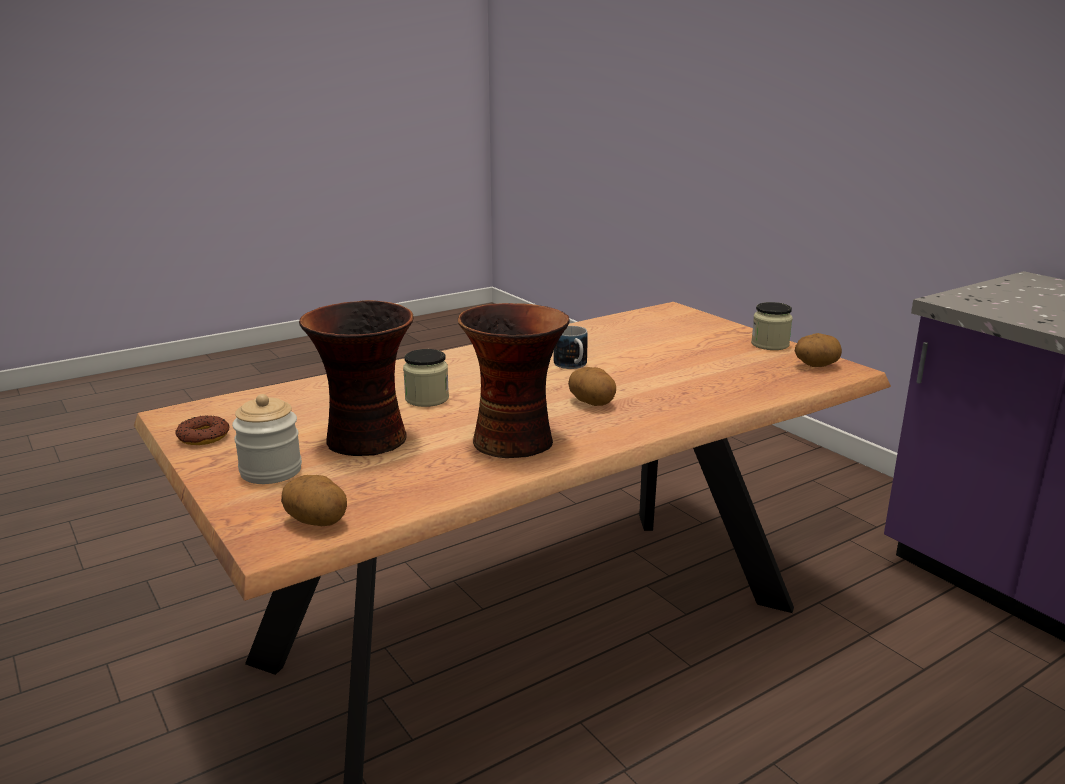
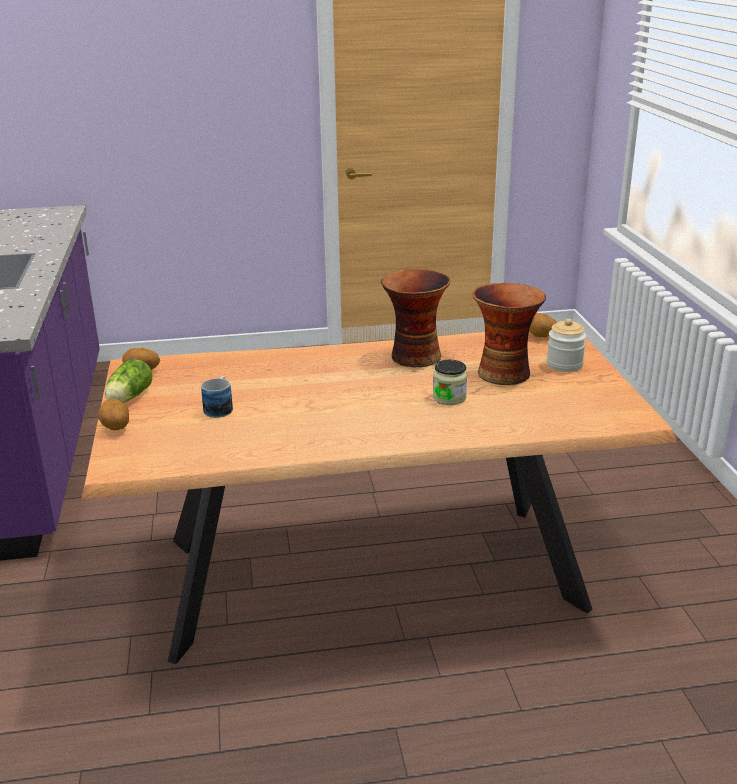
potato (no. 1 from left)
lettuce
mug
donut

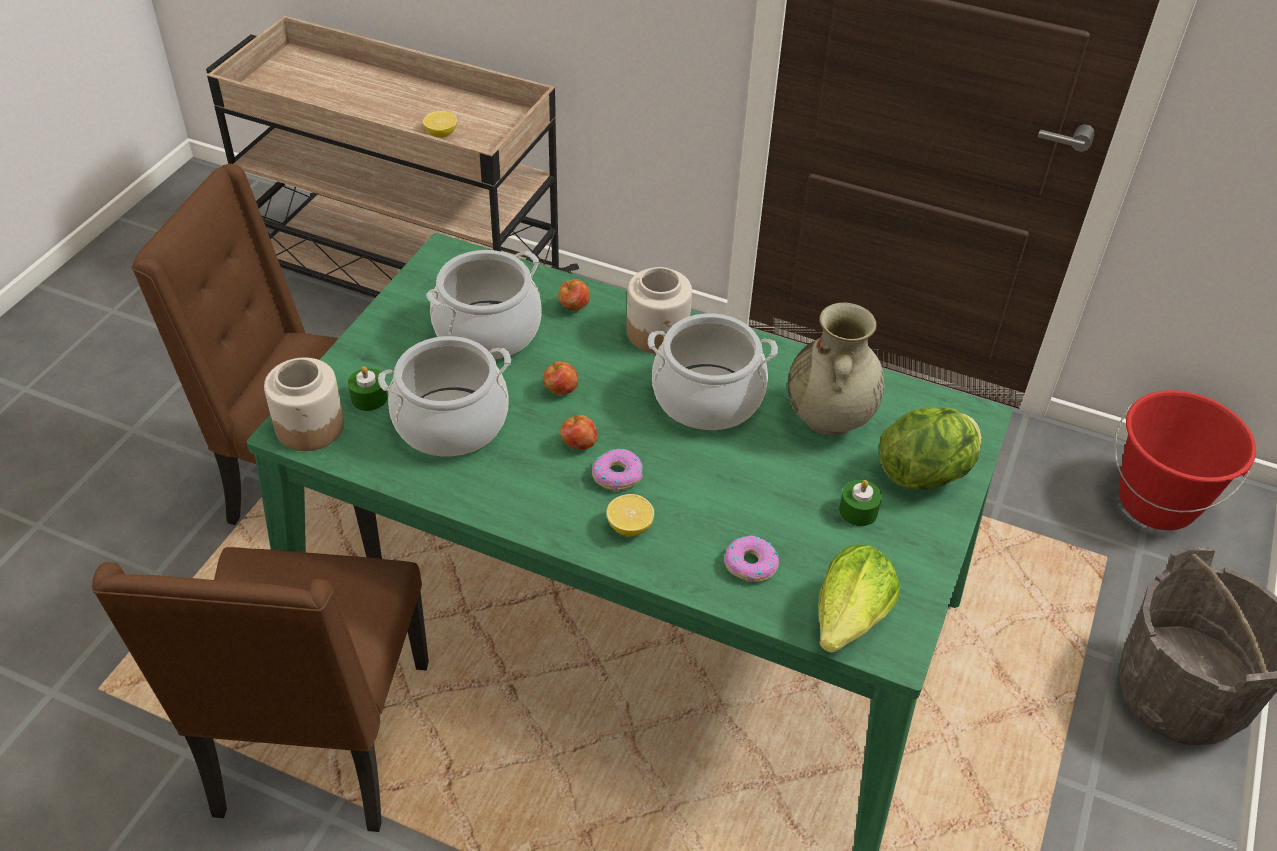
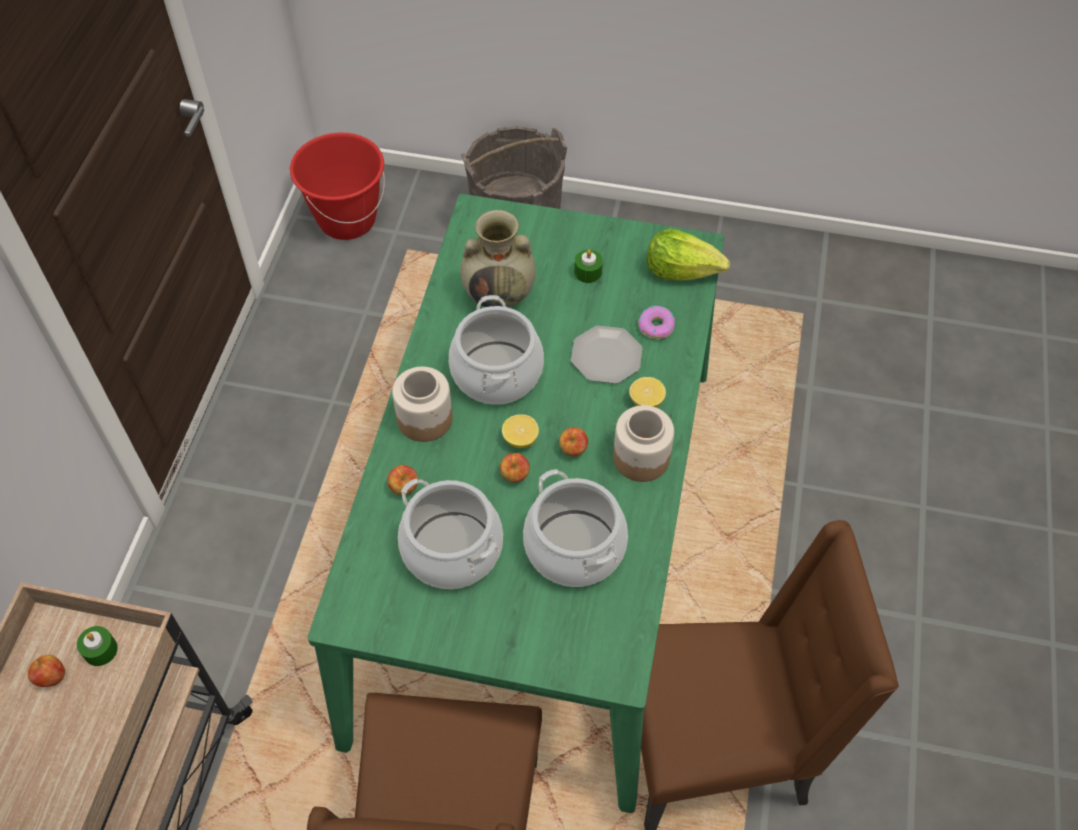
apple (no. 1 from left)
candle (green) (no. 1 from left)
lemon (no. 1 from left)
plate
jar (no. 2 from left)
donut (no. 1 from left in the first image)
lettuce (no. 2 from left in the first image)

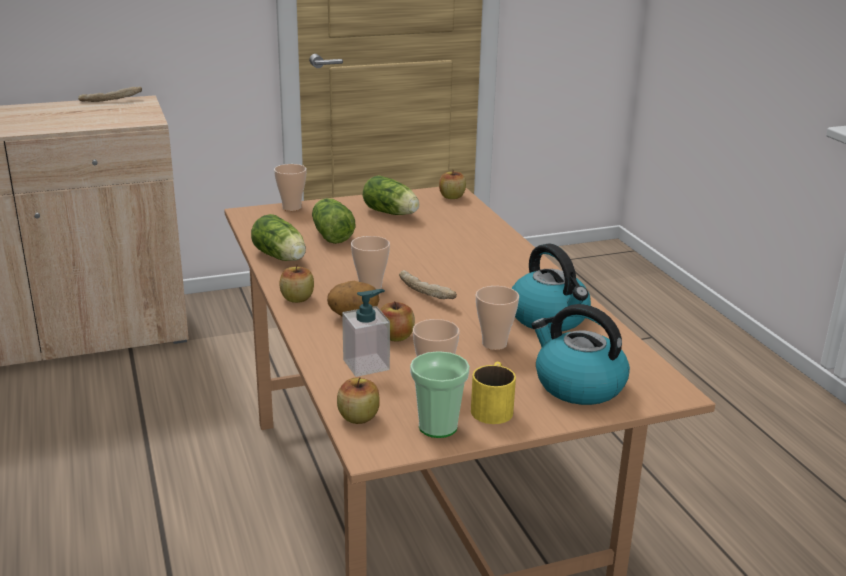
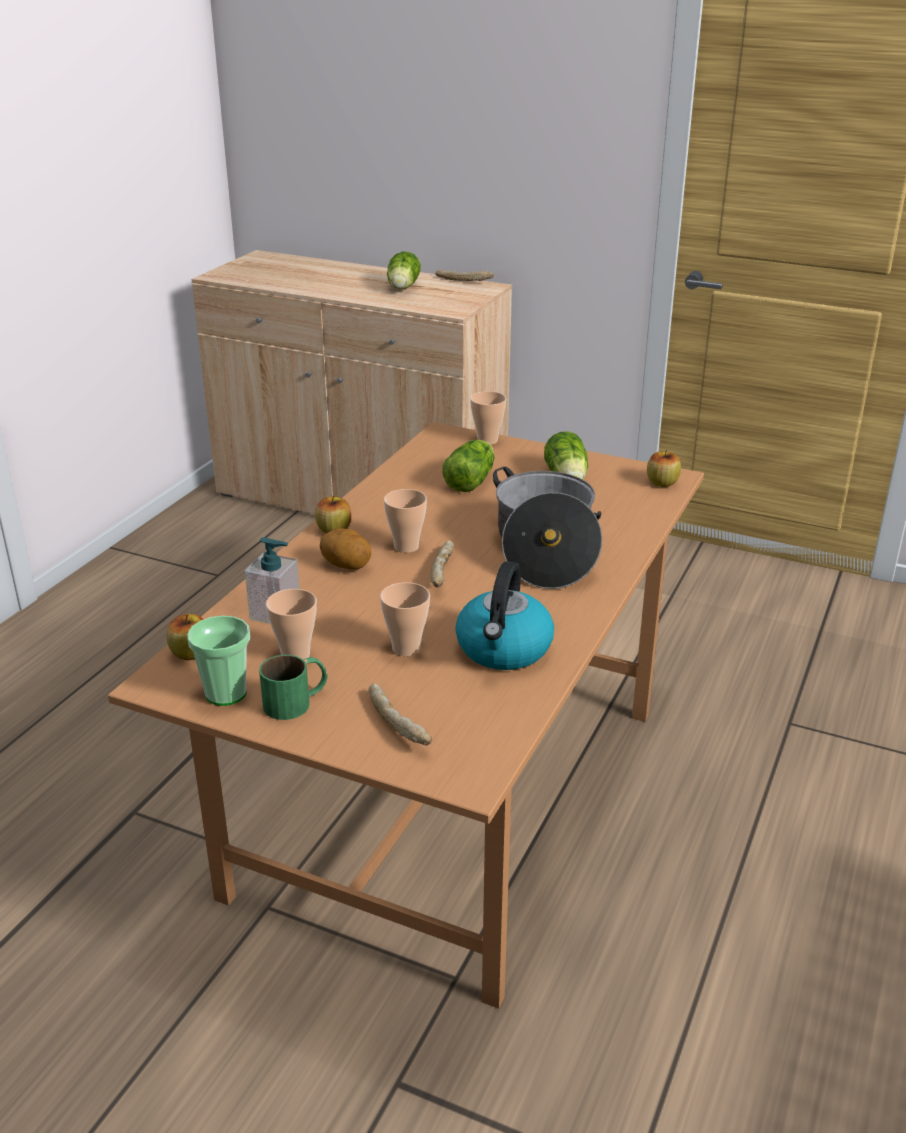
mug (green)
bread (no. 1 from left)
lettuce (no. 1 from left)
cooking pot
apple (no. 3 from left in the first image)

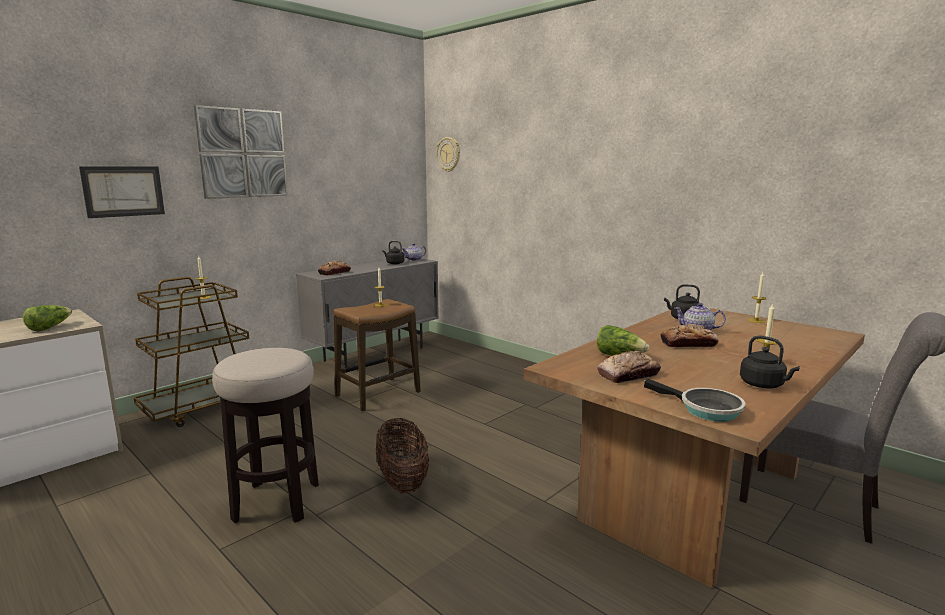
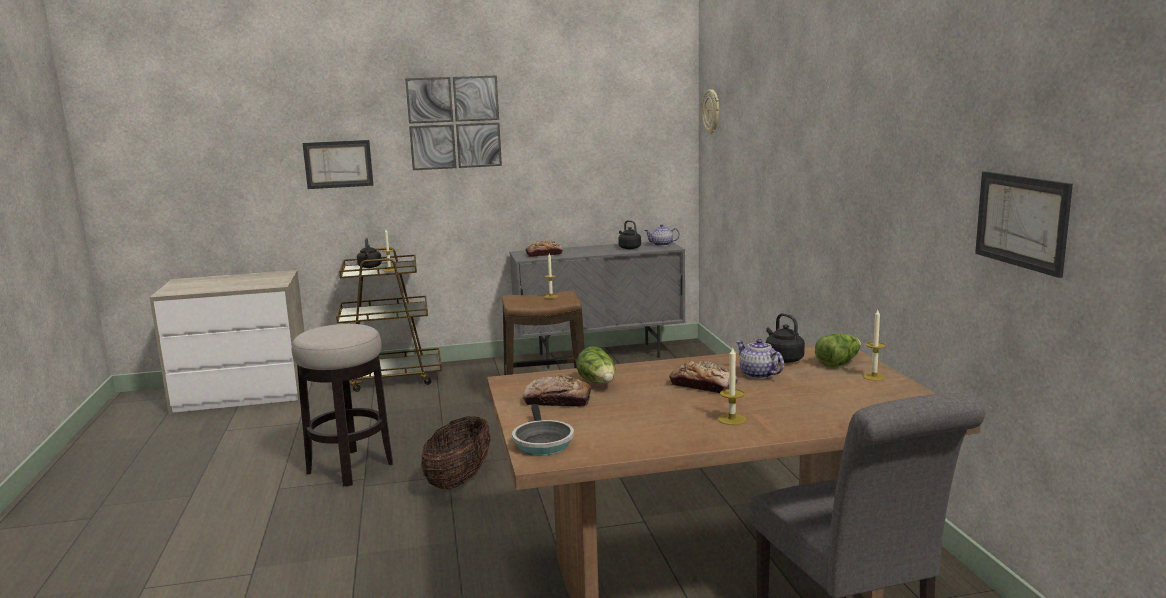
kettle (black) (no. 1 from left)
lettuce (no. 2 from left)
picture (no. 3 from left)

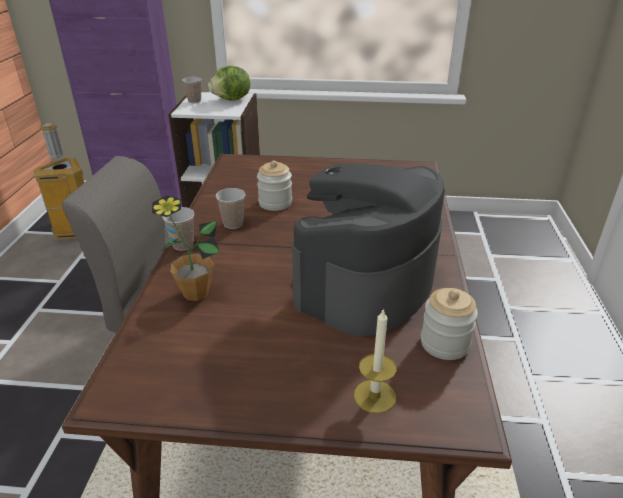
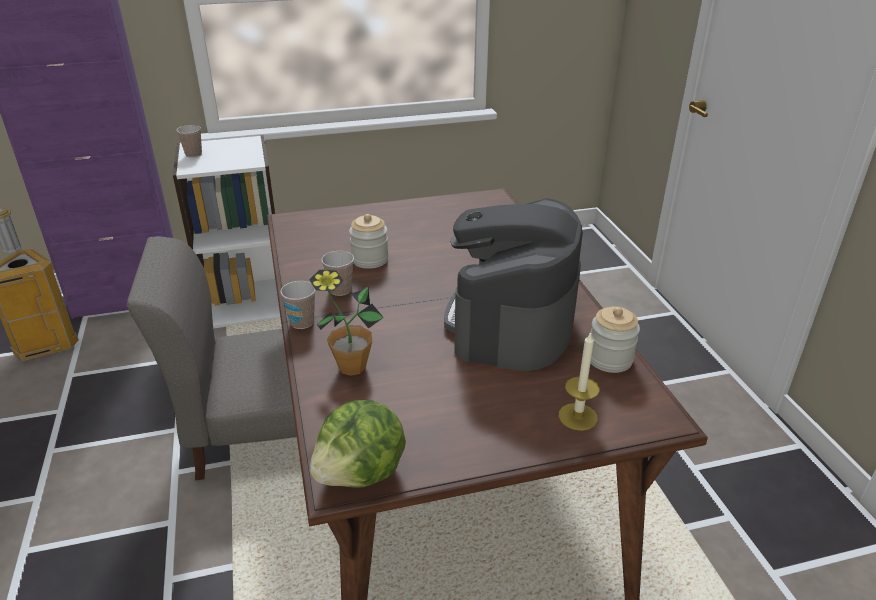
lettuce

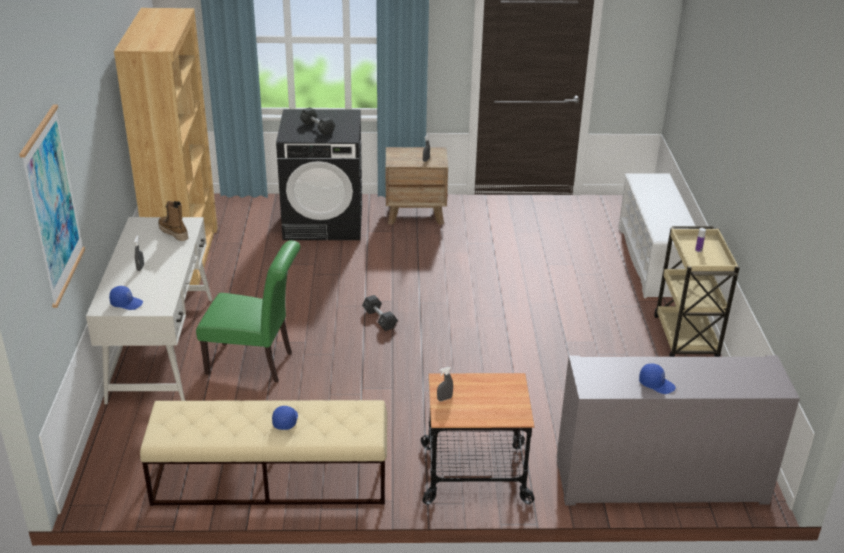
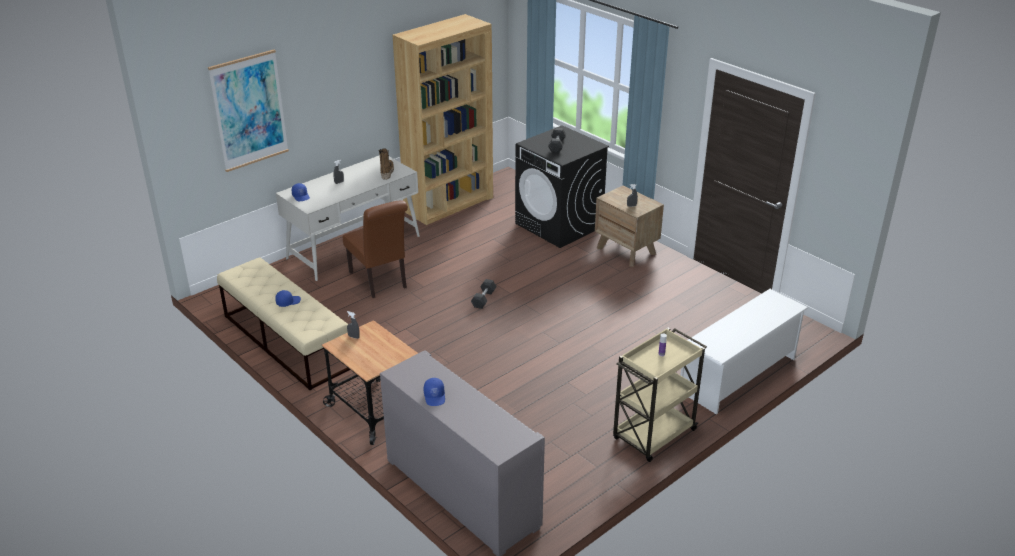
chair (brown)

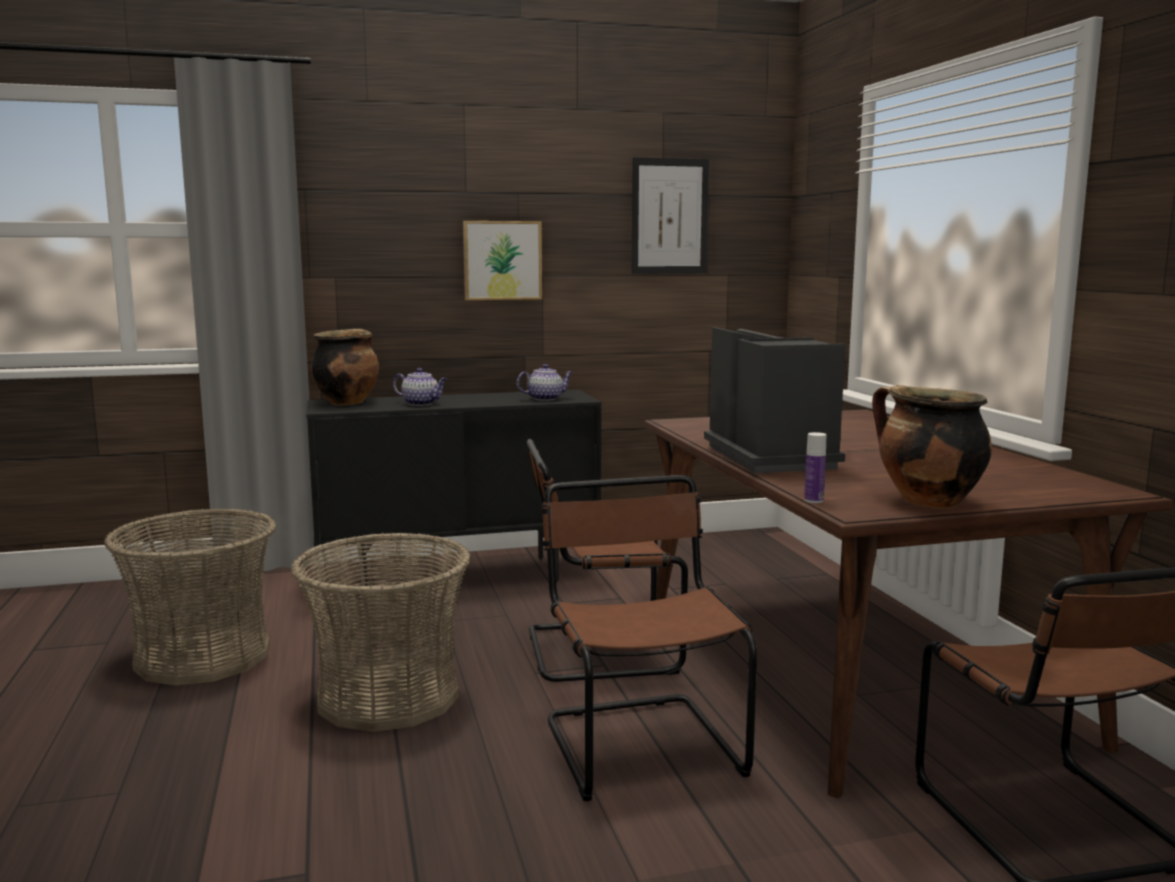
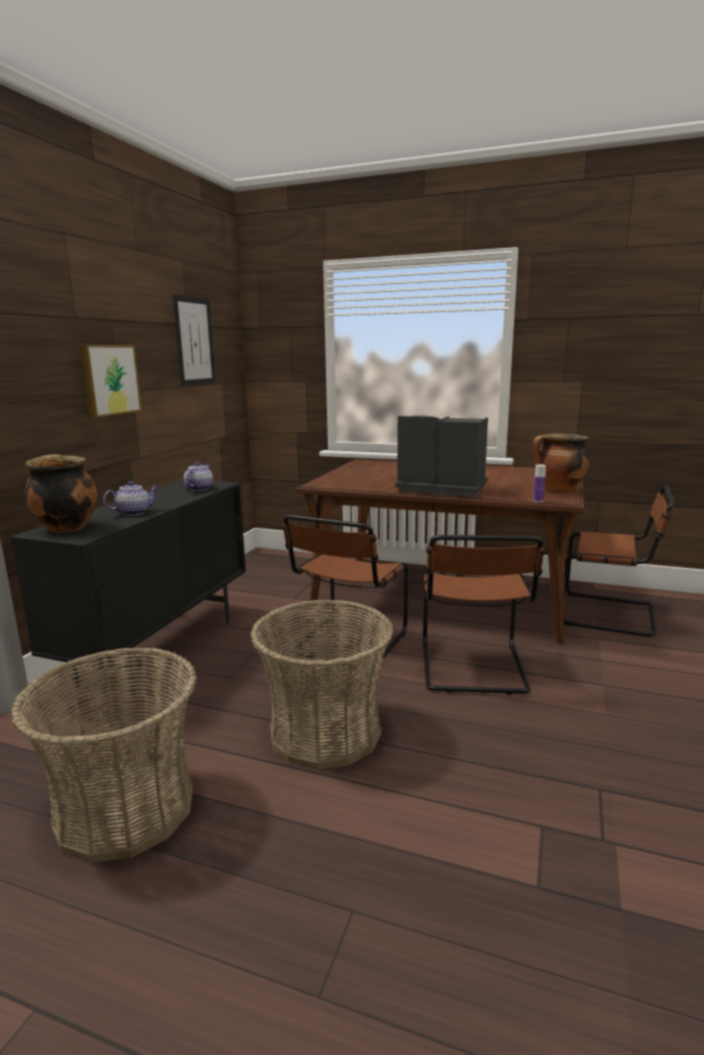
chair (brown) (no. 2 from left)

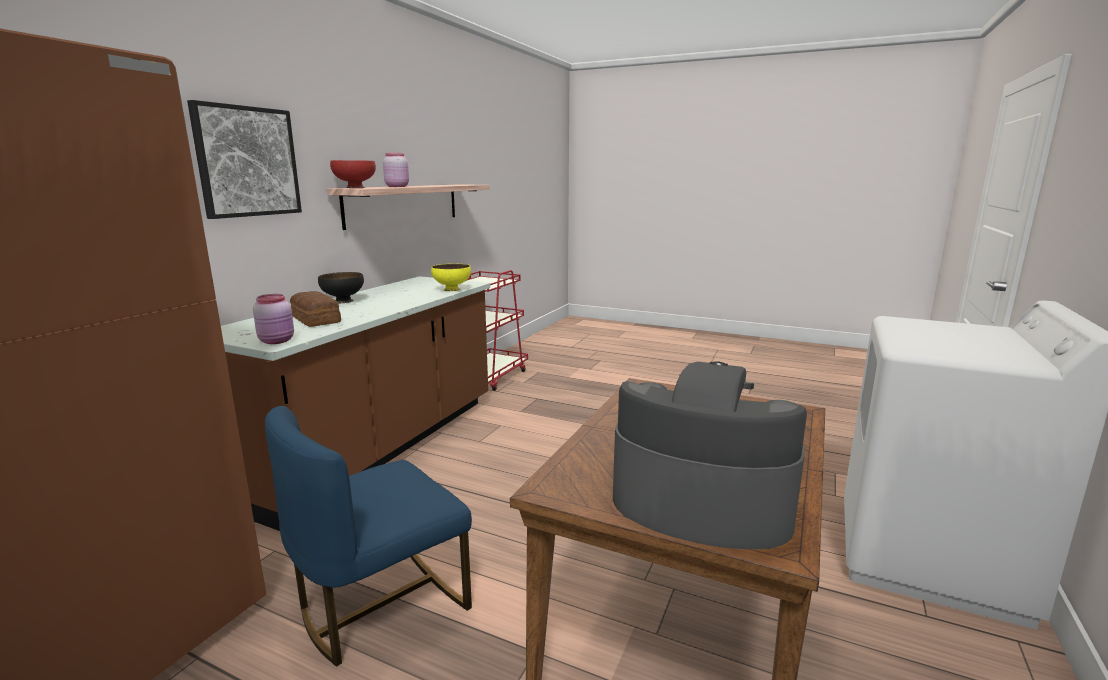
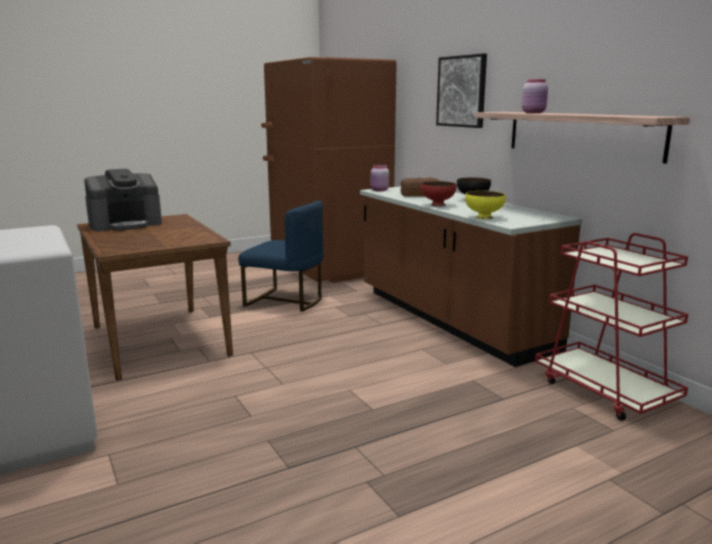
chair (blue)
bowl (red)

